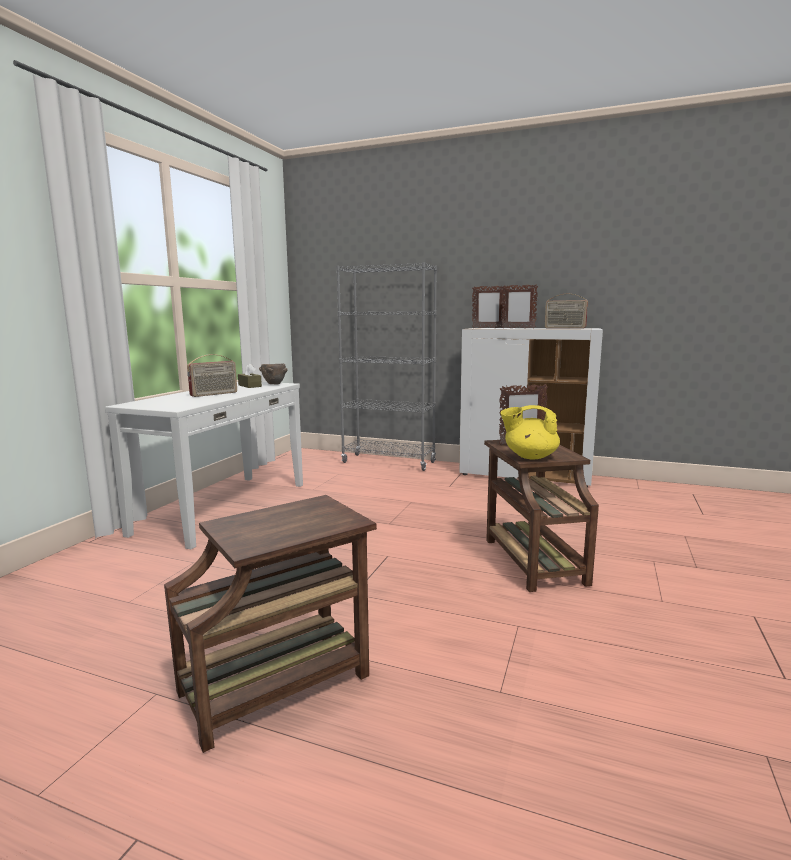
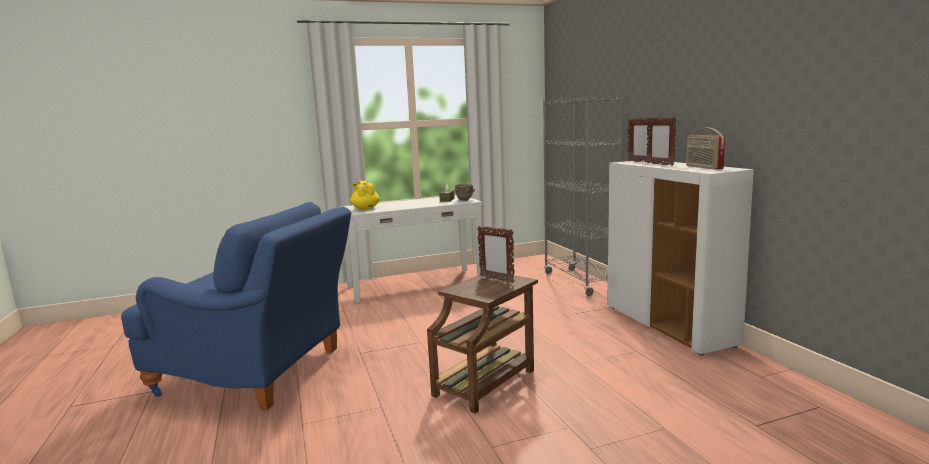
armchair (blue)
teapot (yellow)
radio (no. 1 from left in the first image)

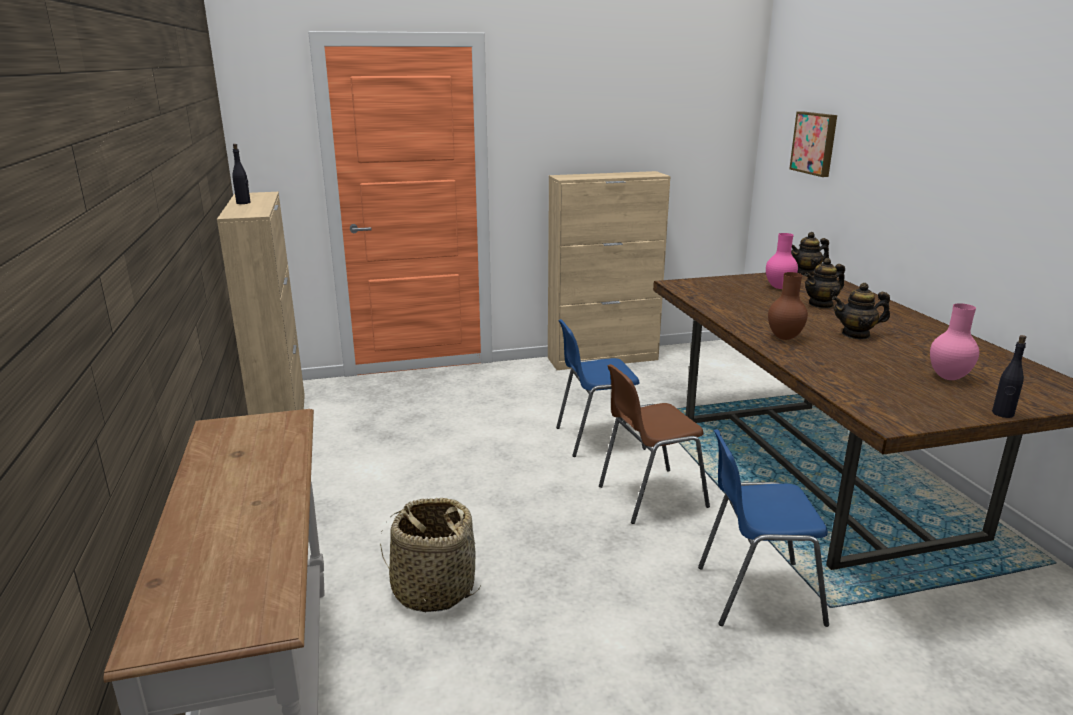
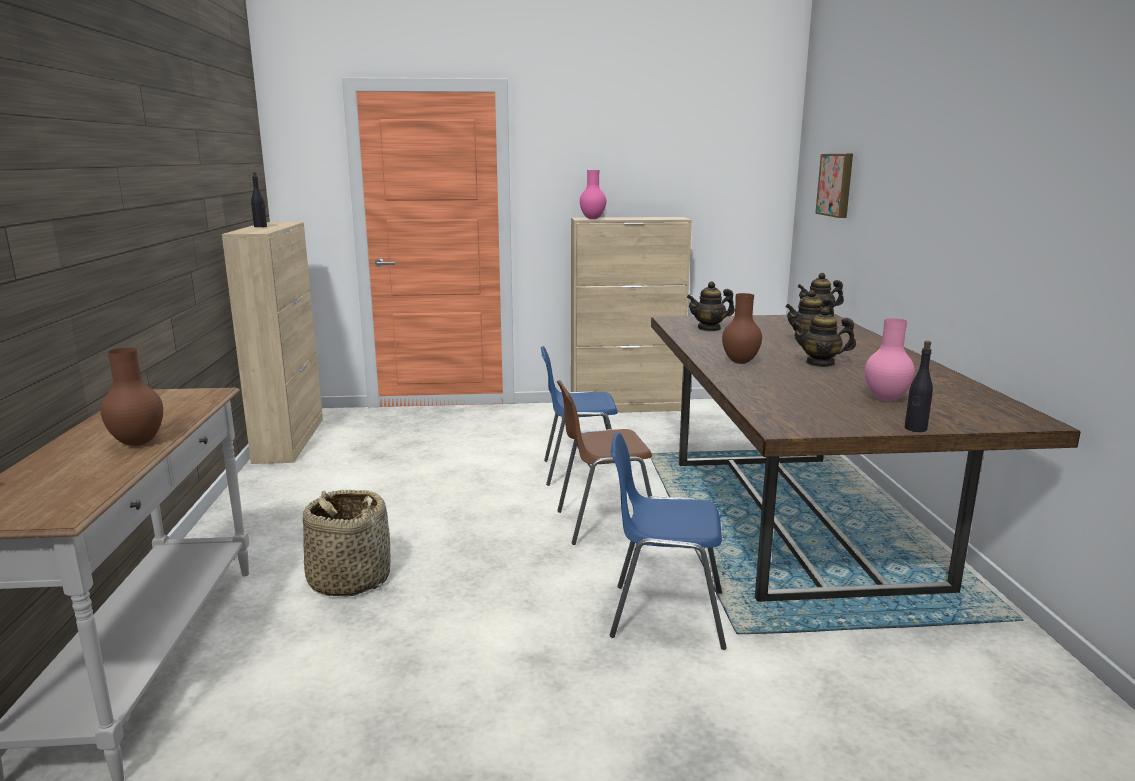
vase (brown) (no. 1 from left)
vase (pink) (no. 1 from left)
teapot (no. 1 from left)

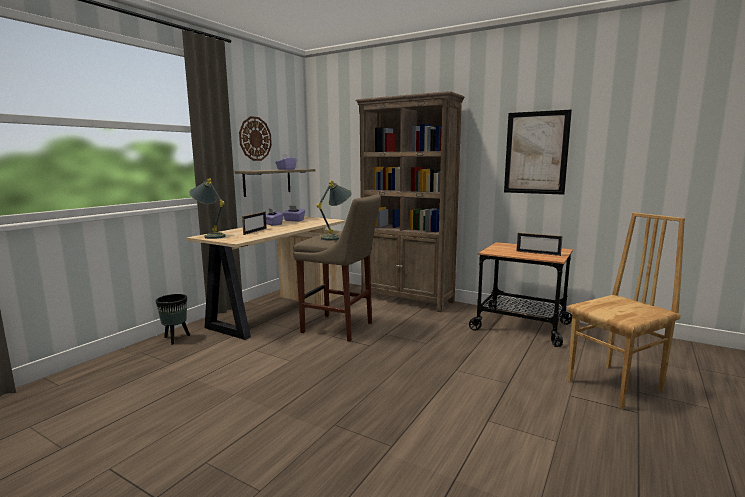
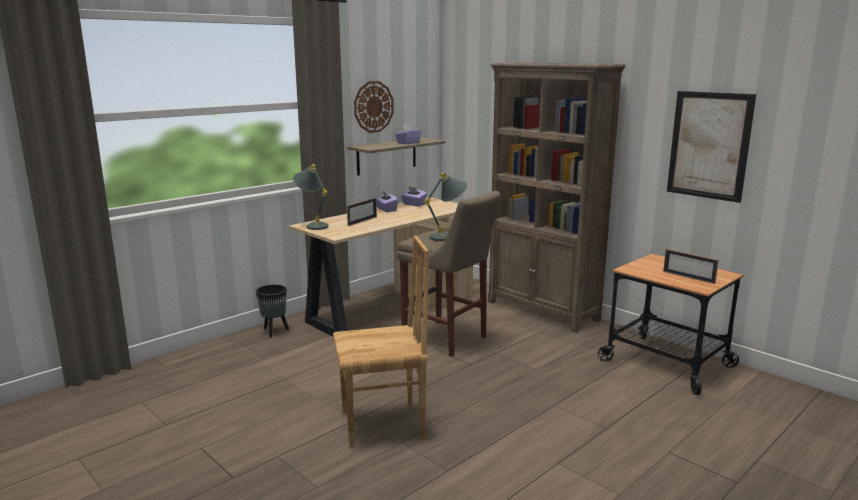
chair (brown)

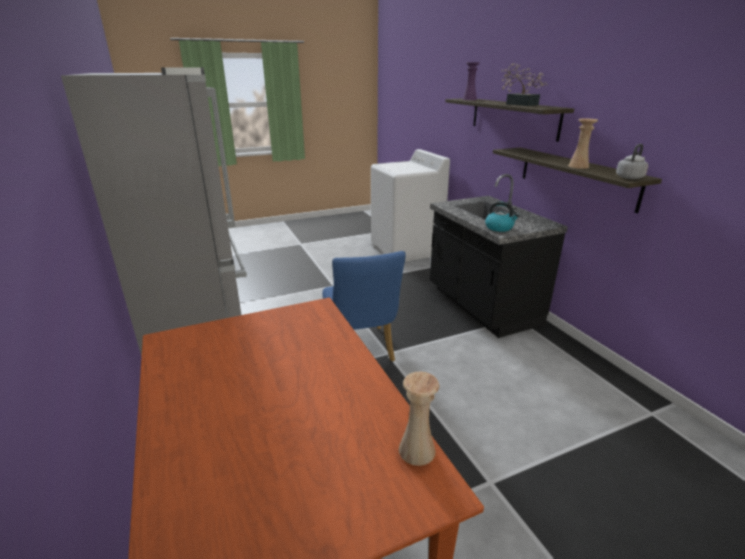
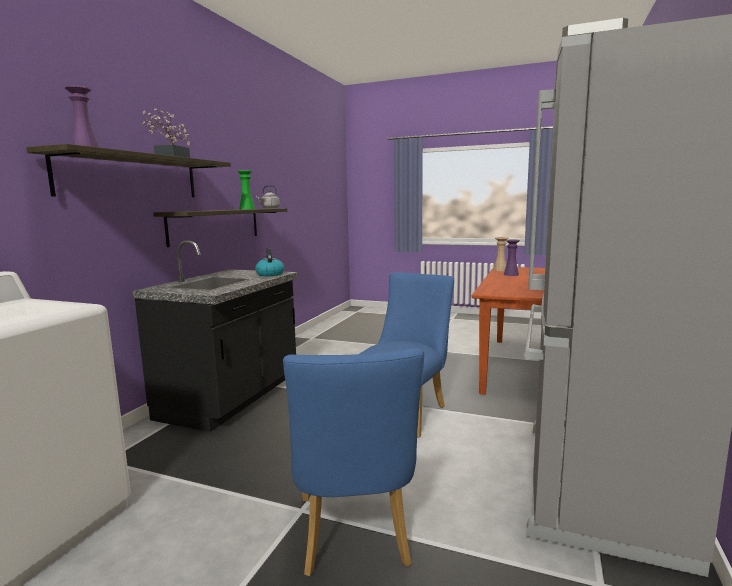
vase (green)
chair (blue) (no. 1 from left)
vase (purple) (no. 2 from left)

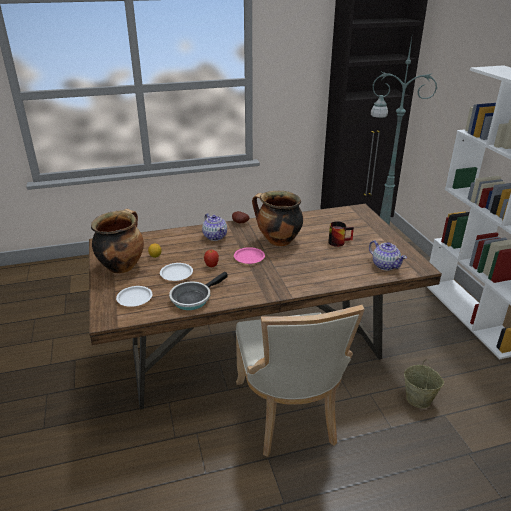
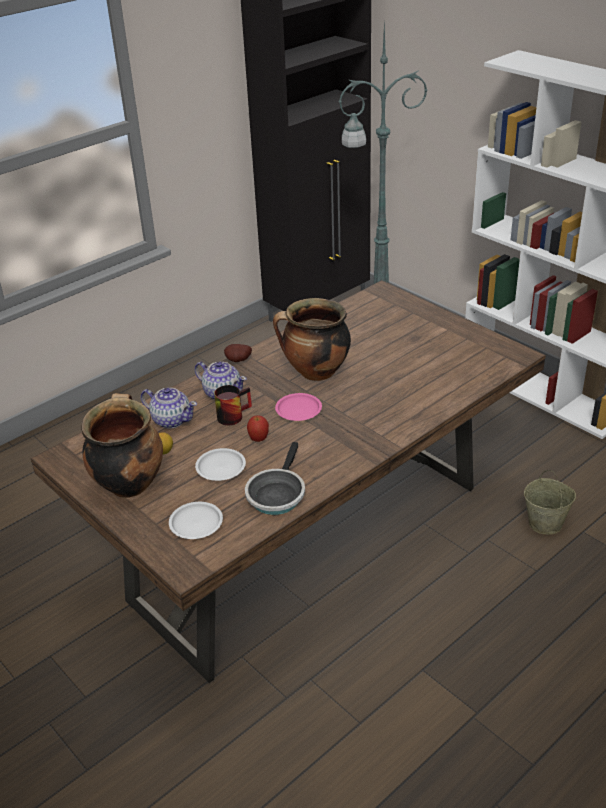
teapot (no. 1 from left)
mug
chair (beige)

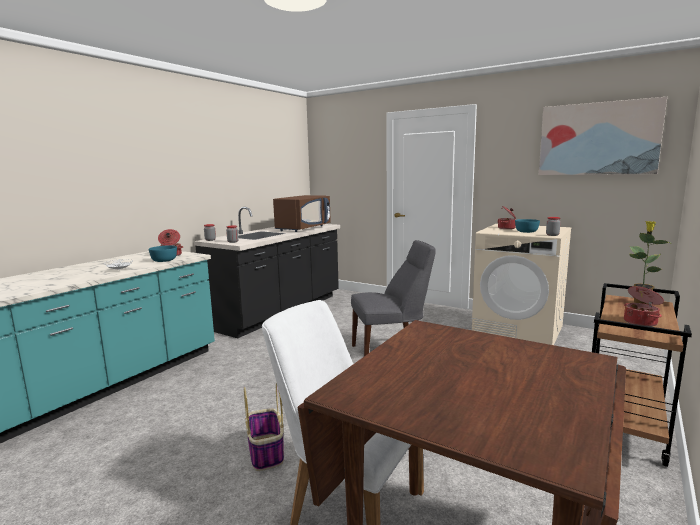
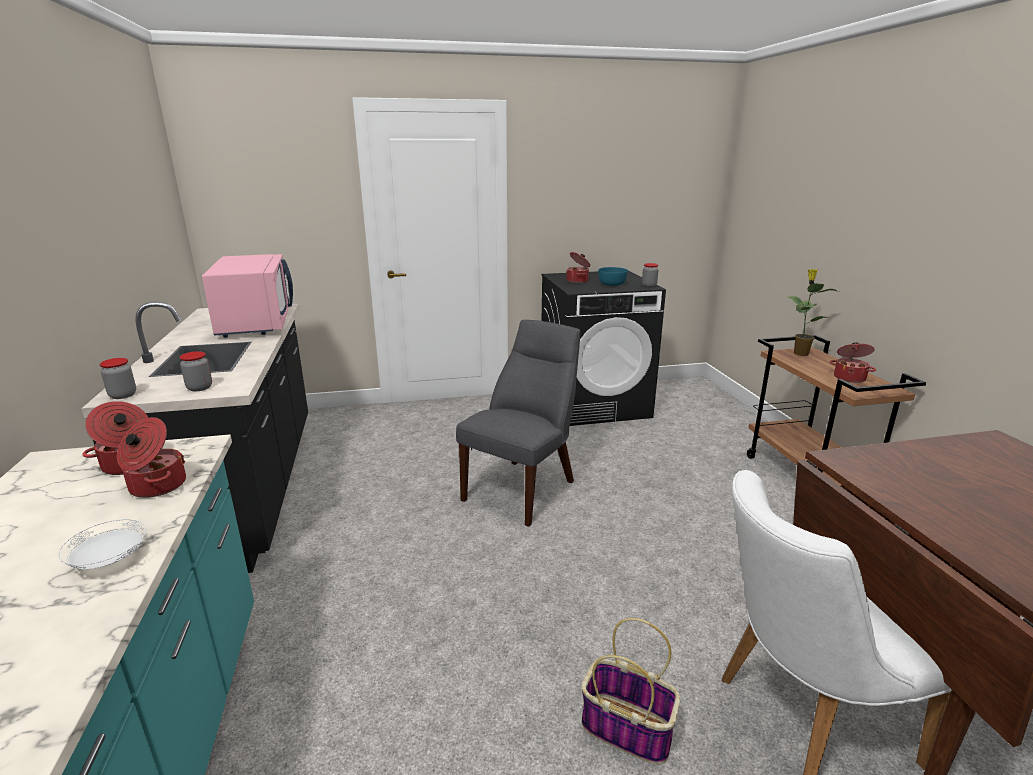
cooking pot (no. 2 from left)
microwave (pink)
washing machine (black)
picture

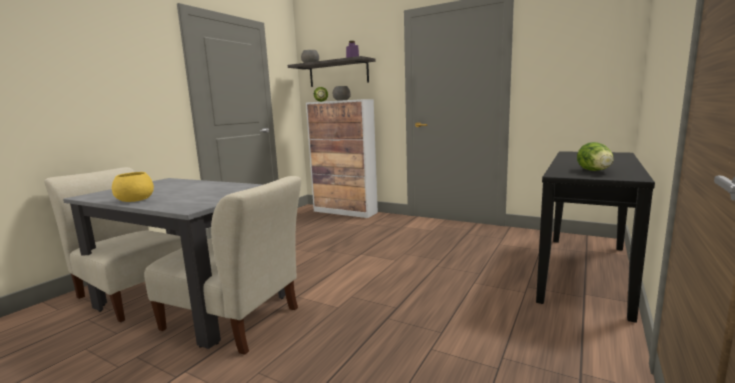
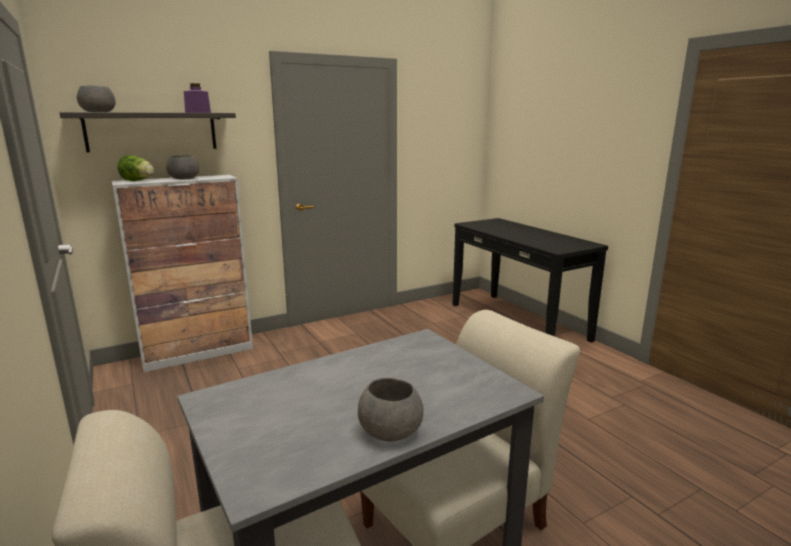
bowl (grey) (no. 3 from left)
lettuce (no. 2 from left in the first image)

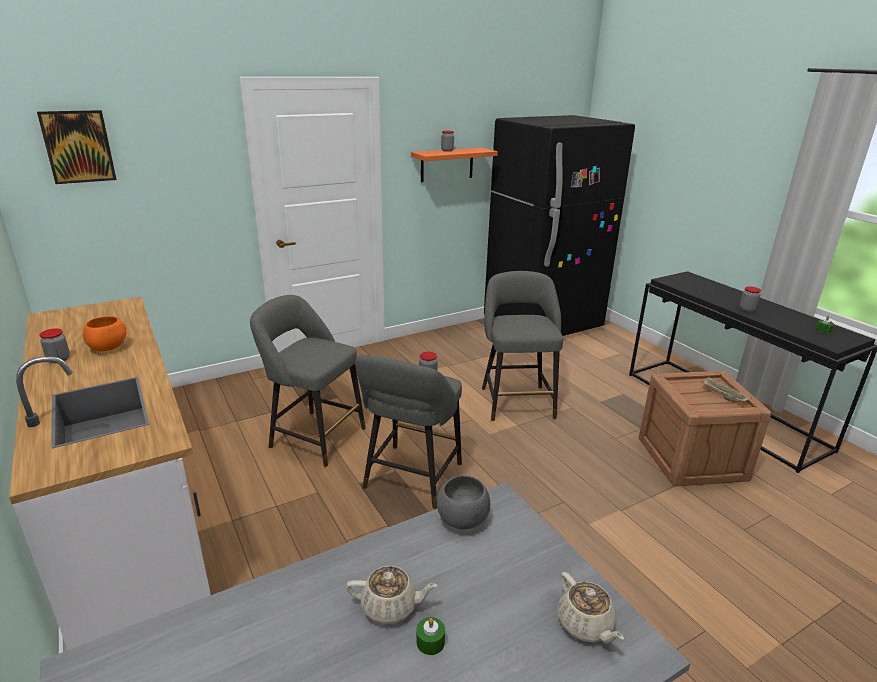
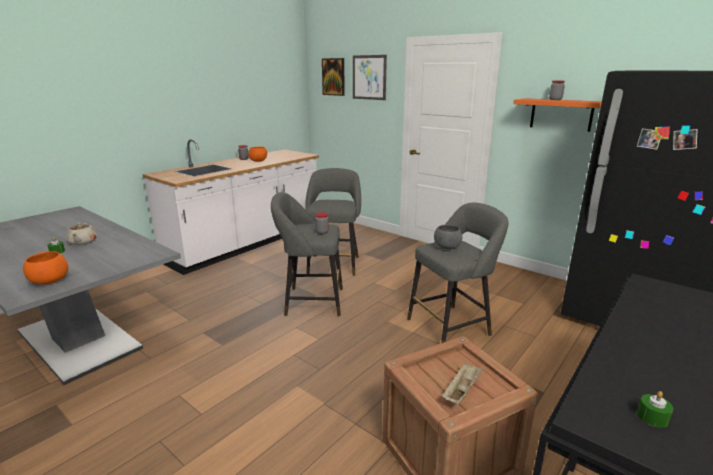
bowl (orange) (no. 1 from left)
picture (no. 2 from left)
bowl (grey)
jar (no. 4 from left in the first image)

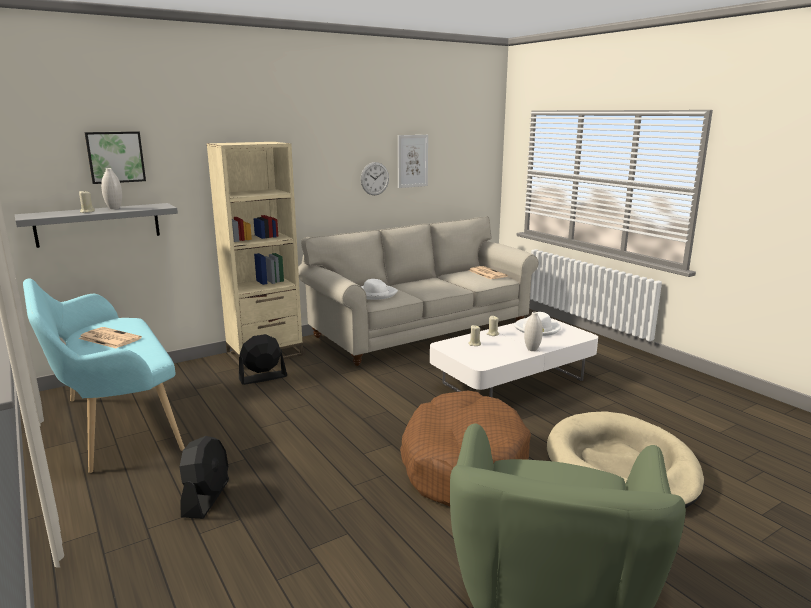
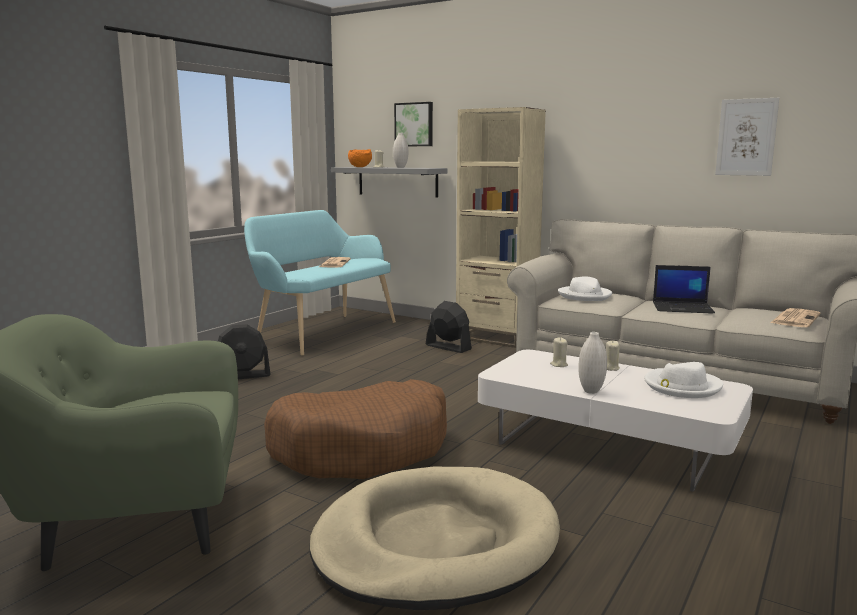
bowl (orange)
laptop
wall clock

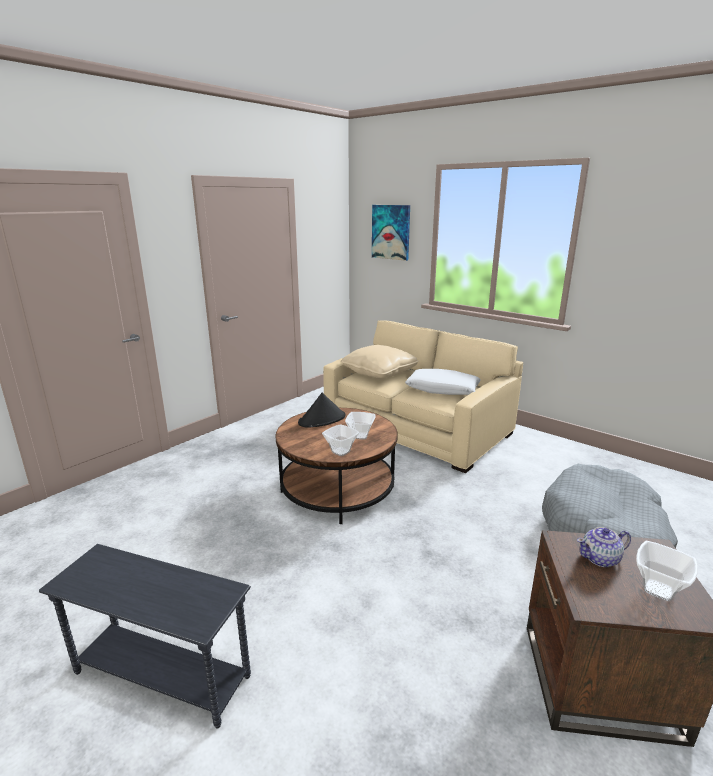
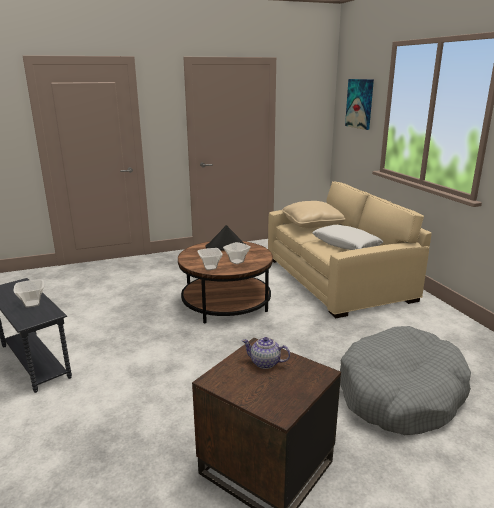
bowl (no. 1 from left)

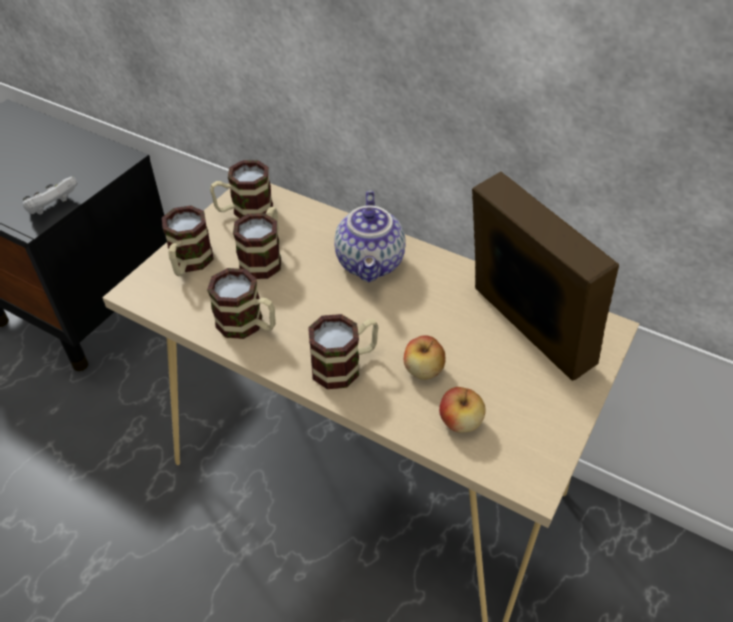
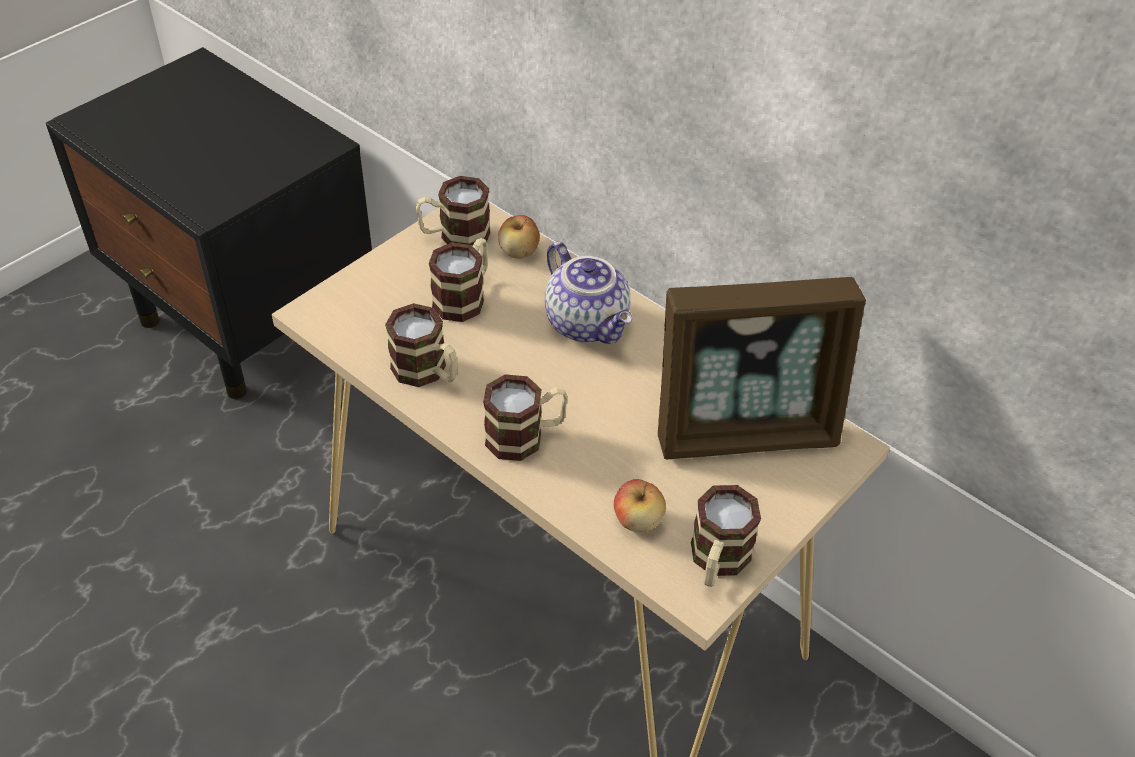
apple (no. 1 from left)
teapot
picture frame
mug (no. 5 from left)
game controller (white)

